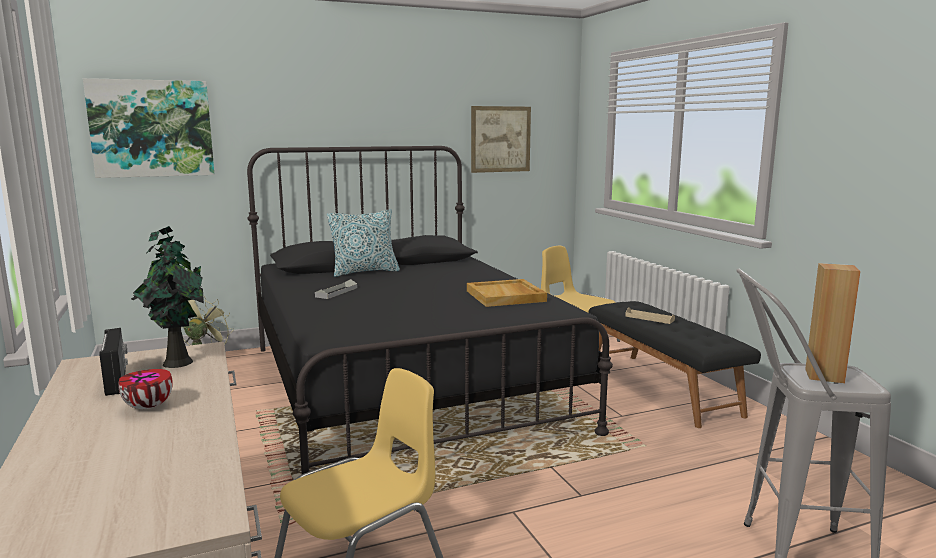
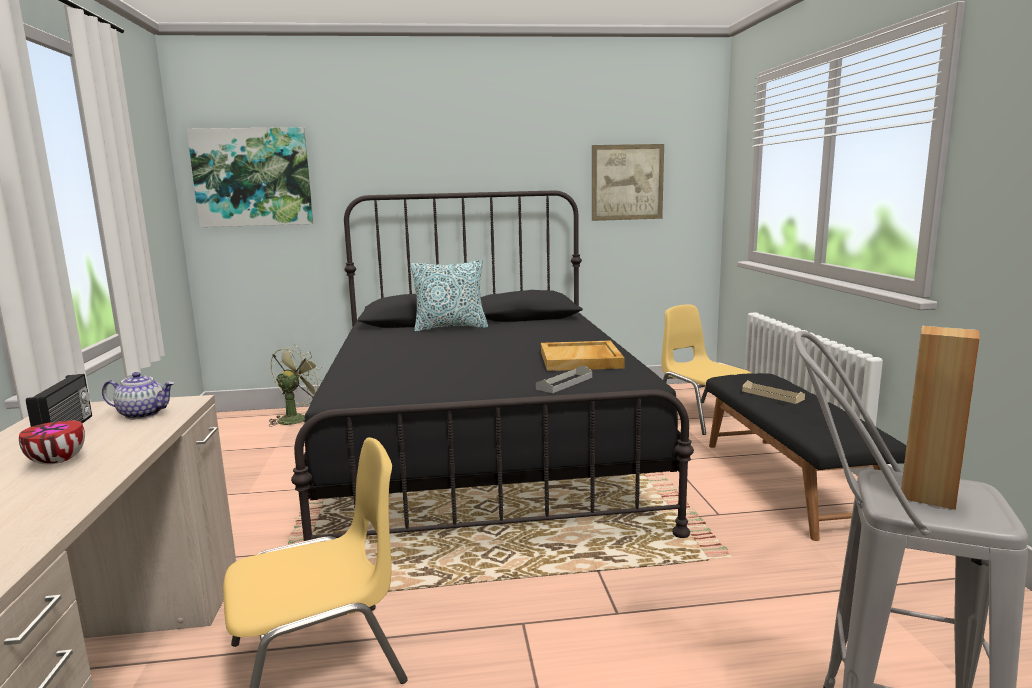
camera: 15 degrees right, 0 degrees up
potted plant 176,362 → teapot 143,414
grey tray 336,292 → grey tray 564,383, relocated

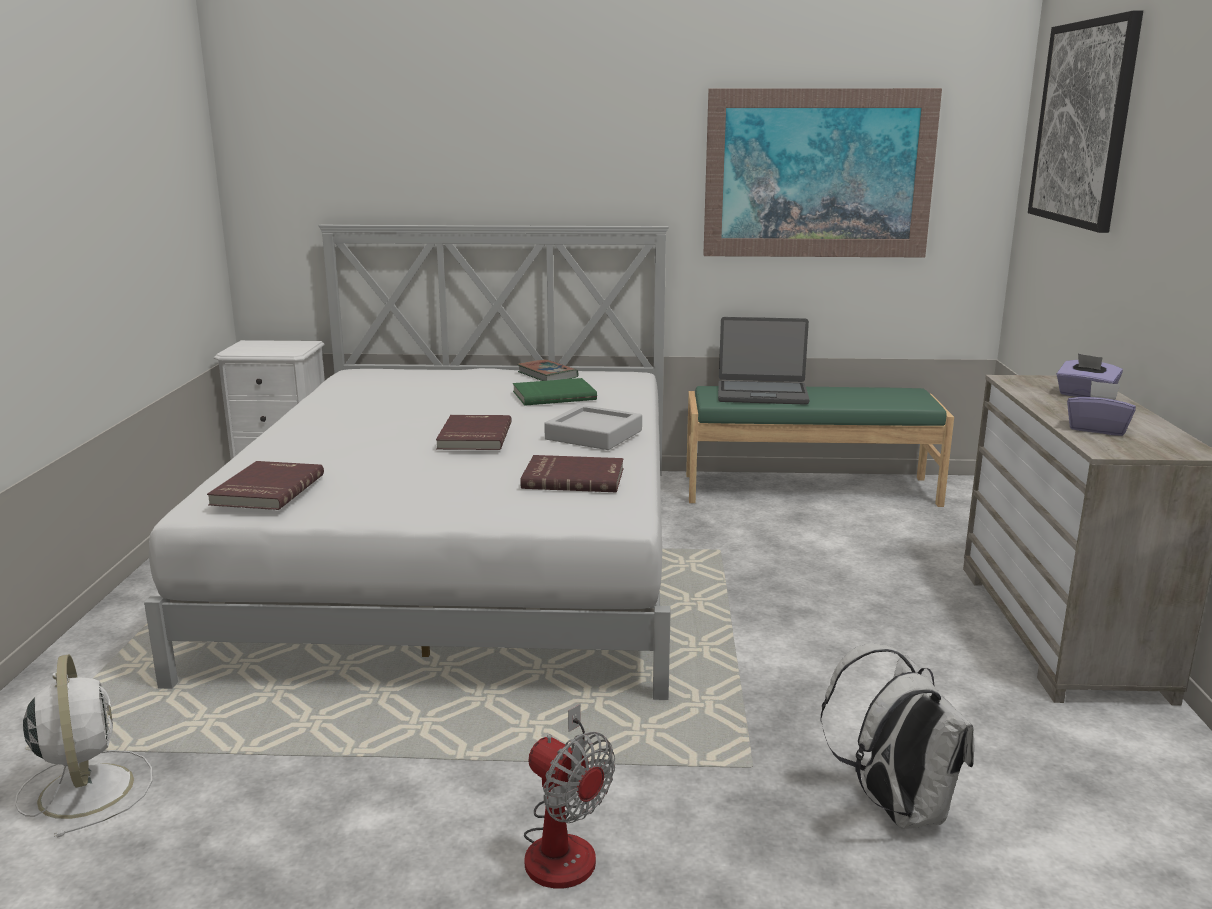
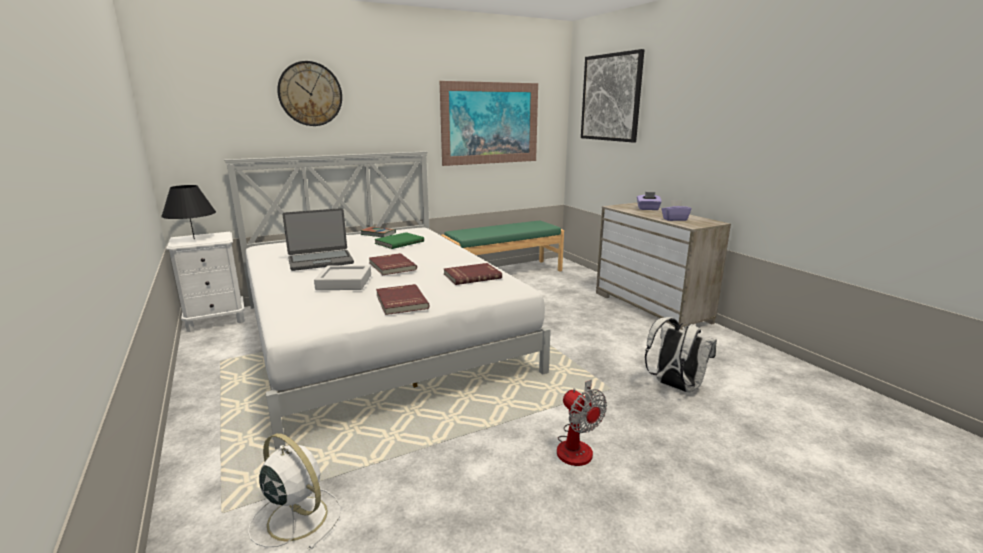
camera: 30 degrees left, 0 degrees up
laptop 762,394 → laptop 320,261, relocated
grey tray 594,435 → grey tray 344,282, relocated
red book 266,489 → red book 400,301, relocated
fan 564,843 → fan 577,445, 45 degrees clockwise
- → wall clock 310,94
- → black table lamp 194,239

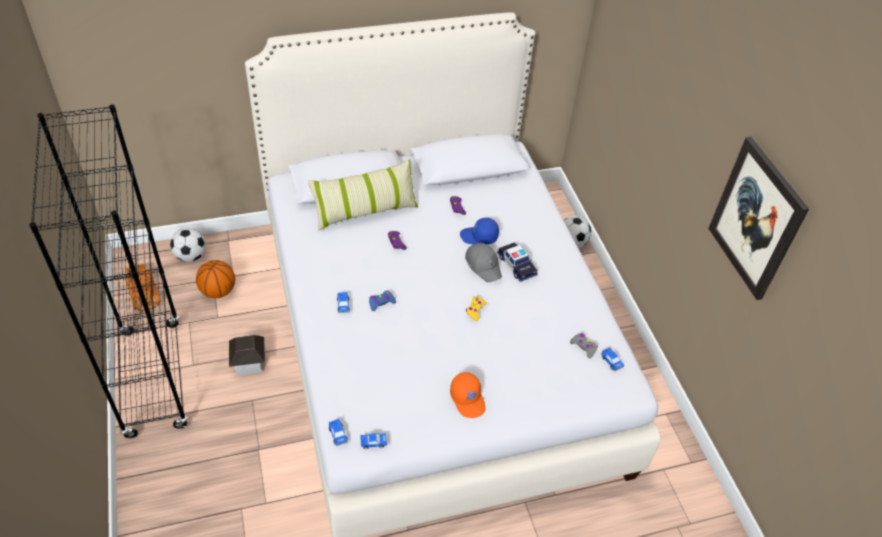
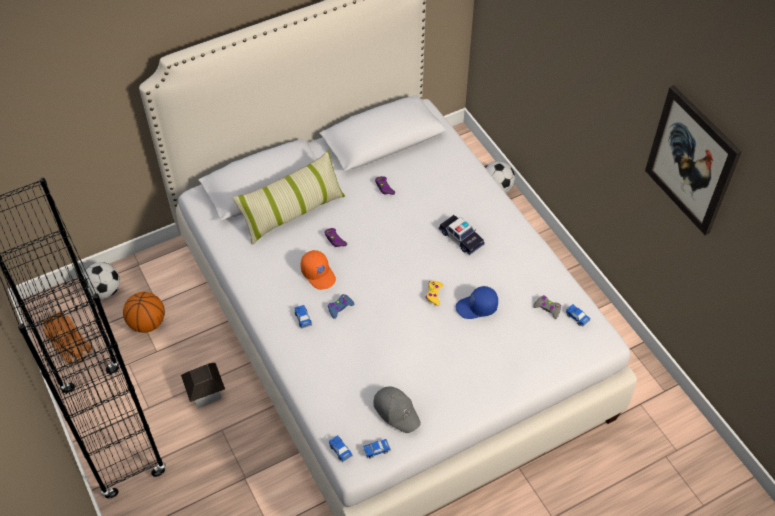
camera: 10 degrees left, 5 degrees up
blue cap 479,237 → blue cap 477,307, relocated
grey cap 483,265 → grey cap 396,411, relocated
orange cap 468,399 → orange cap 319,274, relocated

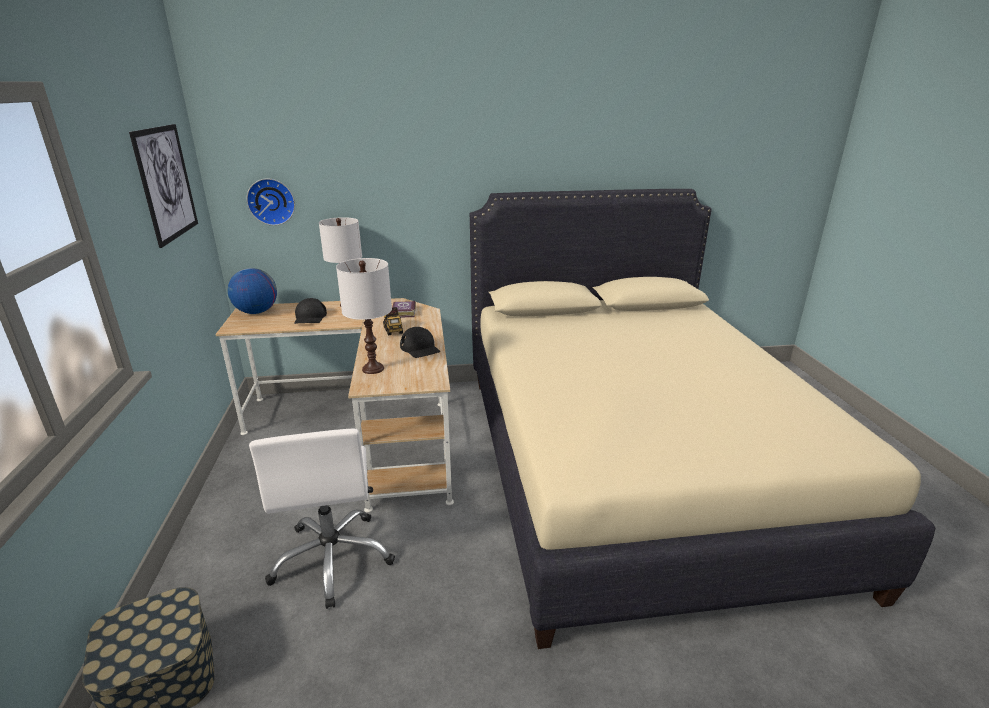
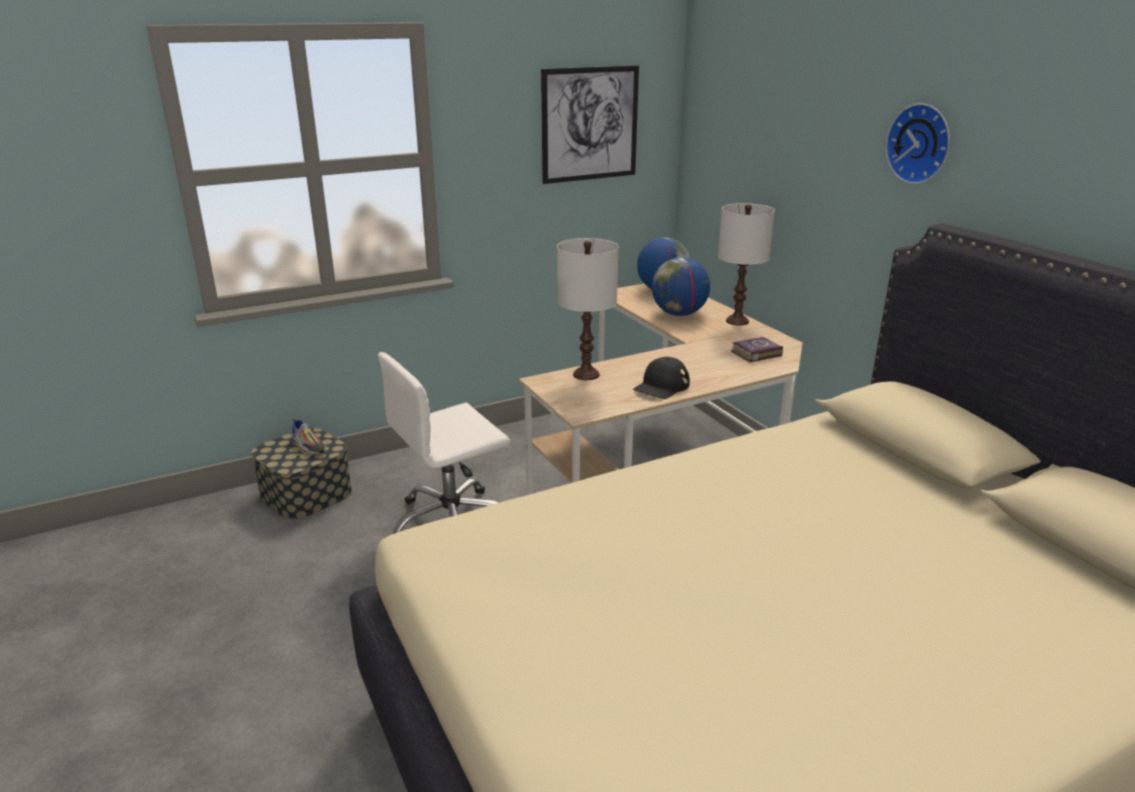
camera: 70 degrees right, 0 degrees up
wall clock 271,201 → wall clock 921,143, relocated
black cap 310,317 → globe 679,314
toy truck 393,330 → -
- → shoe 308,446

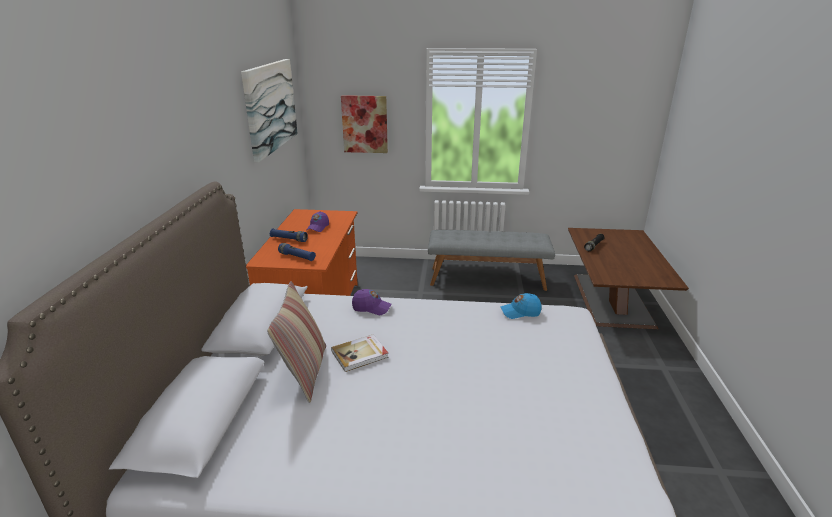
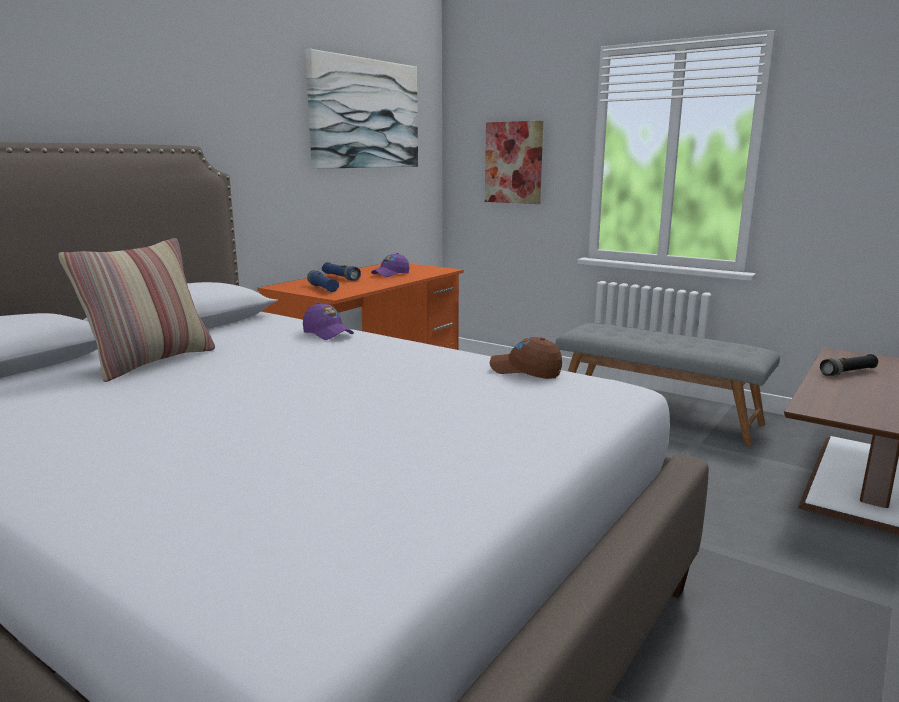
camera: 30 degrees right, 10 degrees down
blue cap 520,312 → brown cap 525,371
book 360,354 → -

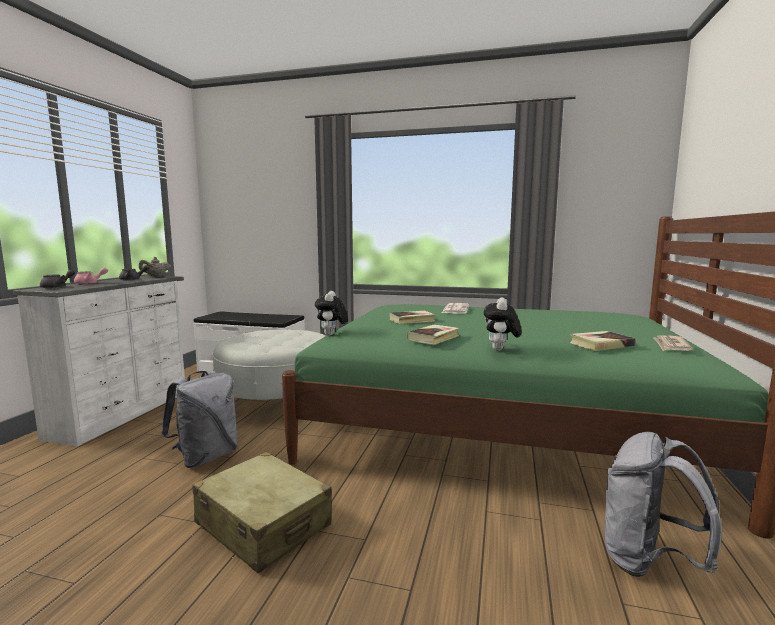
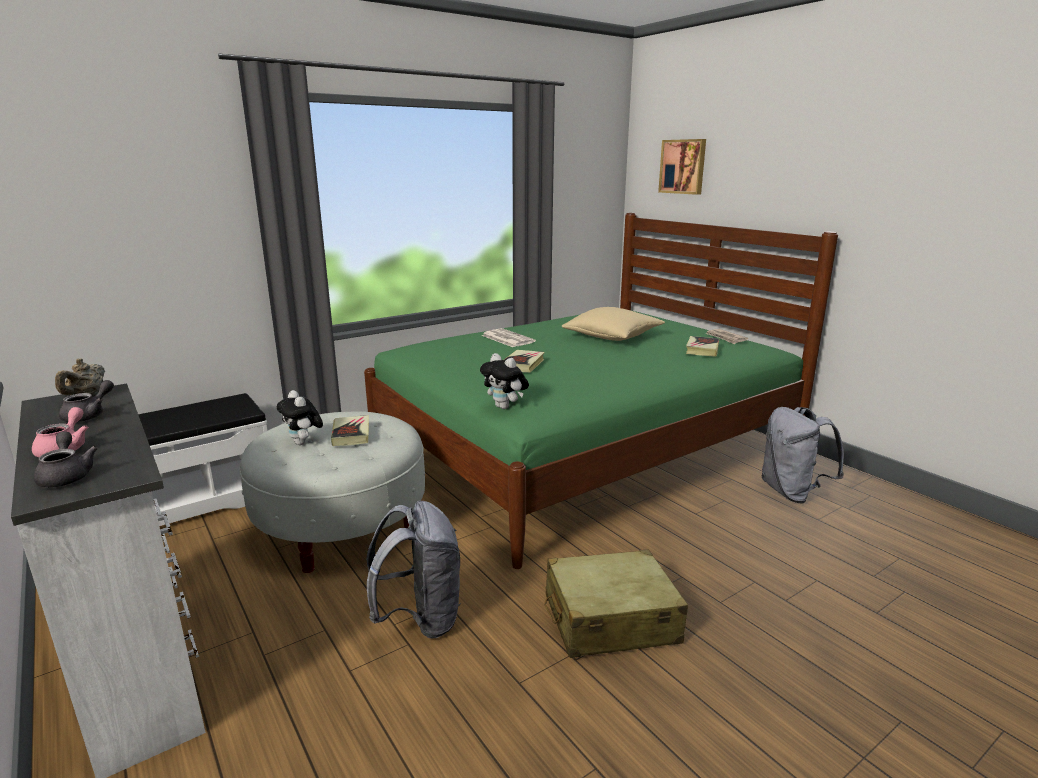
camera: 50 degrees left, 10 degrees up
plush toy 500,350 → plush toy 303,443, relocated
book 433,338 → book 351,434, relocated
- → picture 683,166
- → beige pillow 612,336

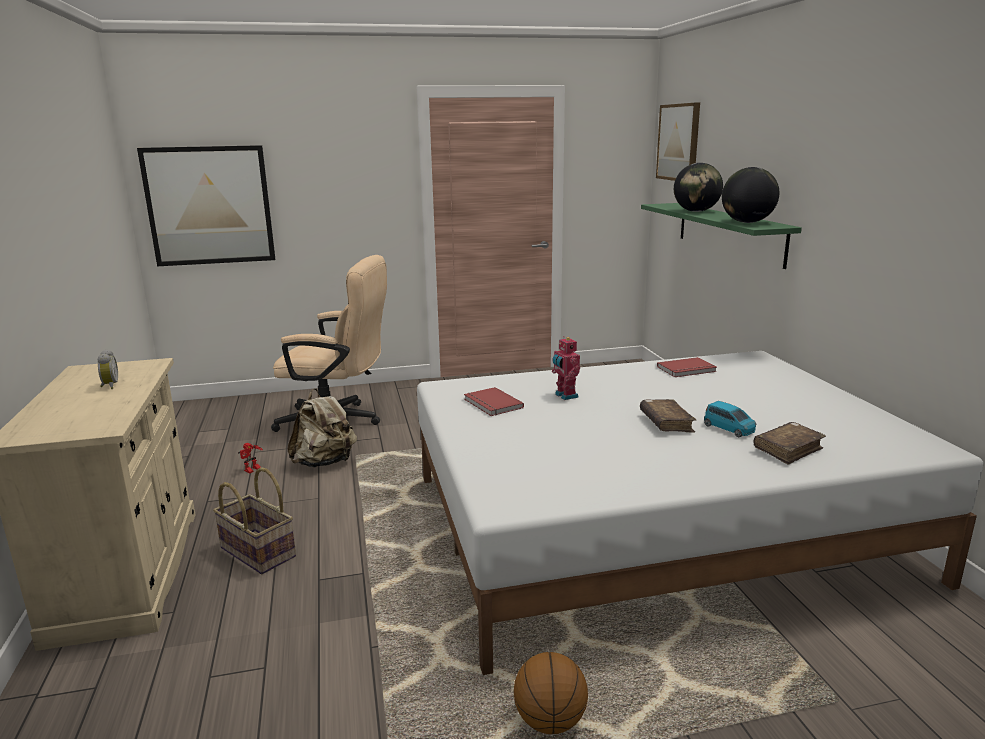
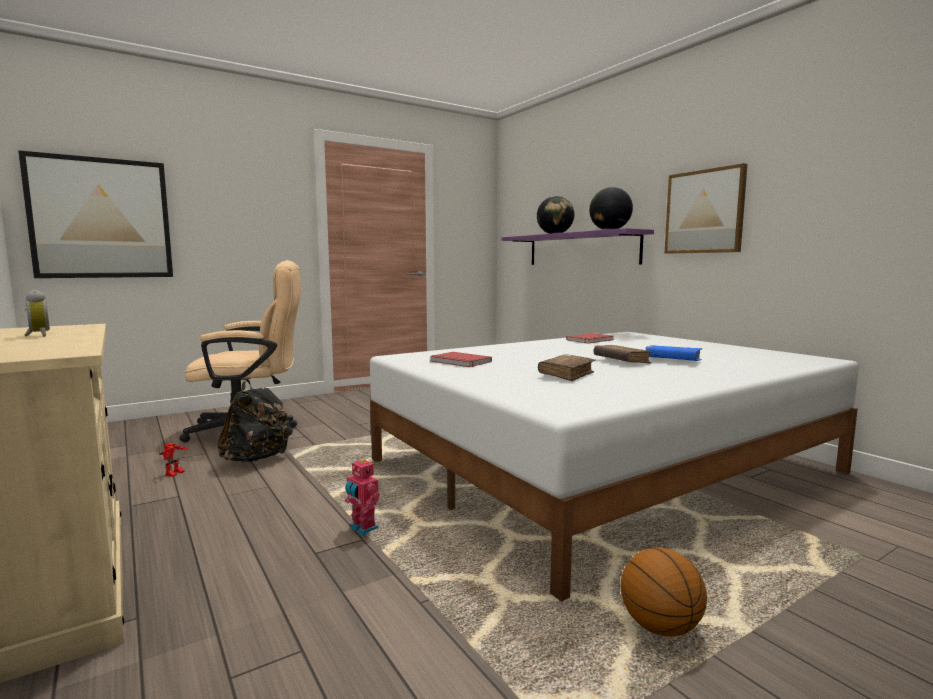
camera: 20 degrees left, 10 degrees down
picture 679,142 → picture 704,212, relocated
green shelf 729,232 → purple shelf 581,249
toy robot 565,396 → toy robot 362,529, relocated
beige backpack 325,462 → black backpack 257,459
blue toy car 729,429 → blue book 672,360
brown book 788,450 → brown book 566,375, relocated
basket 256,552 → -

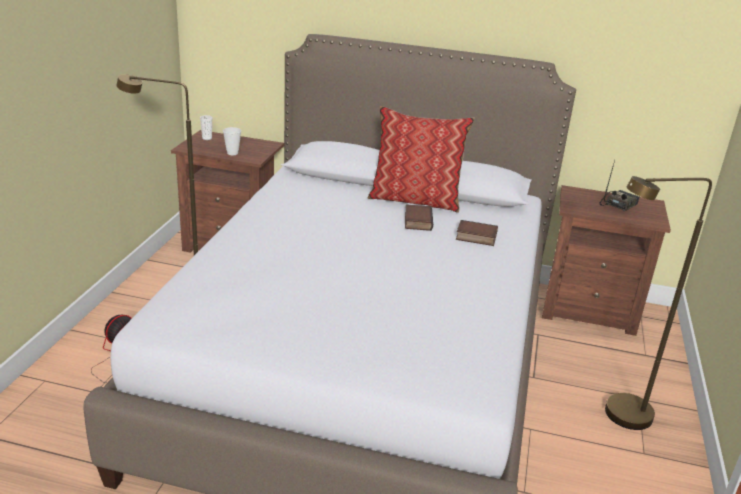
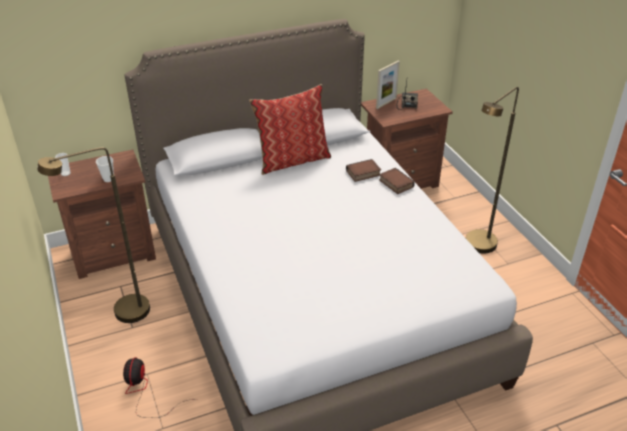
camera: 35 degrees left, 10 degrees up
book 417,221 → book 395,183, relocated
- → picture frame 386,103

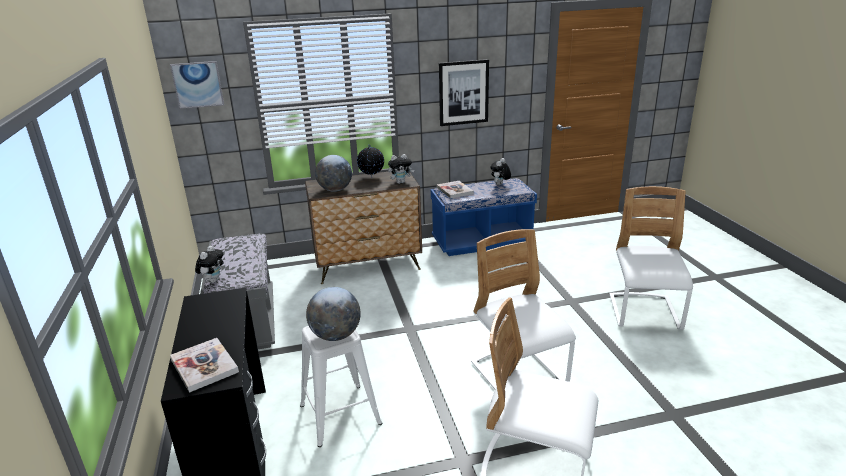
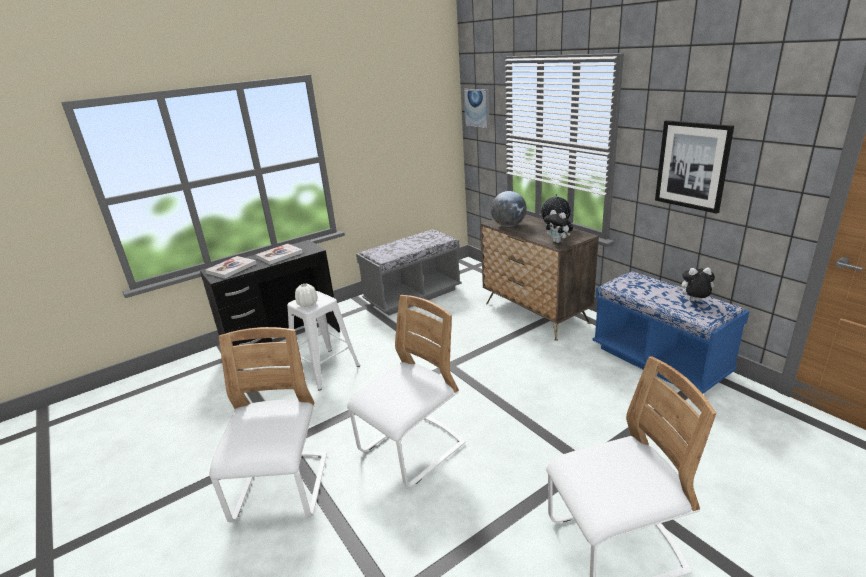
camera: 70 degrees right, 0 degrees up
book 454,190 → book 279,255, relocated
plush toy 213,280 → -
globe 335,336 → white vase 307,304

